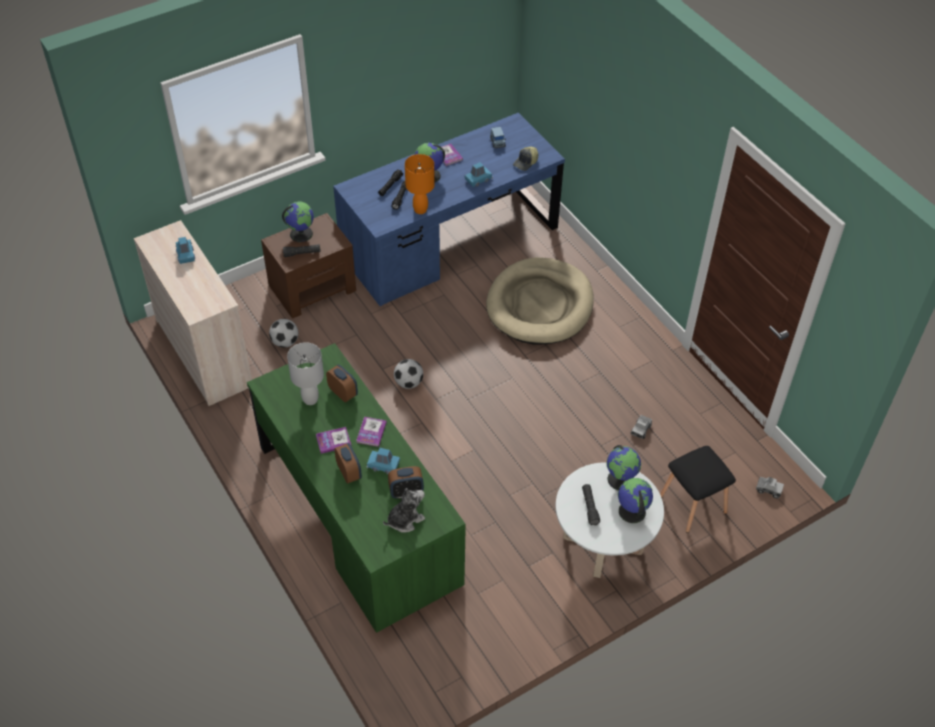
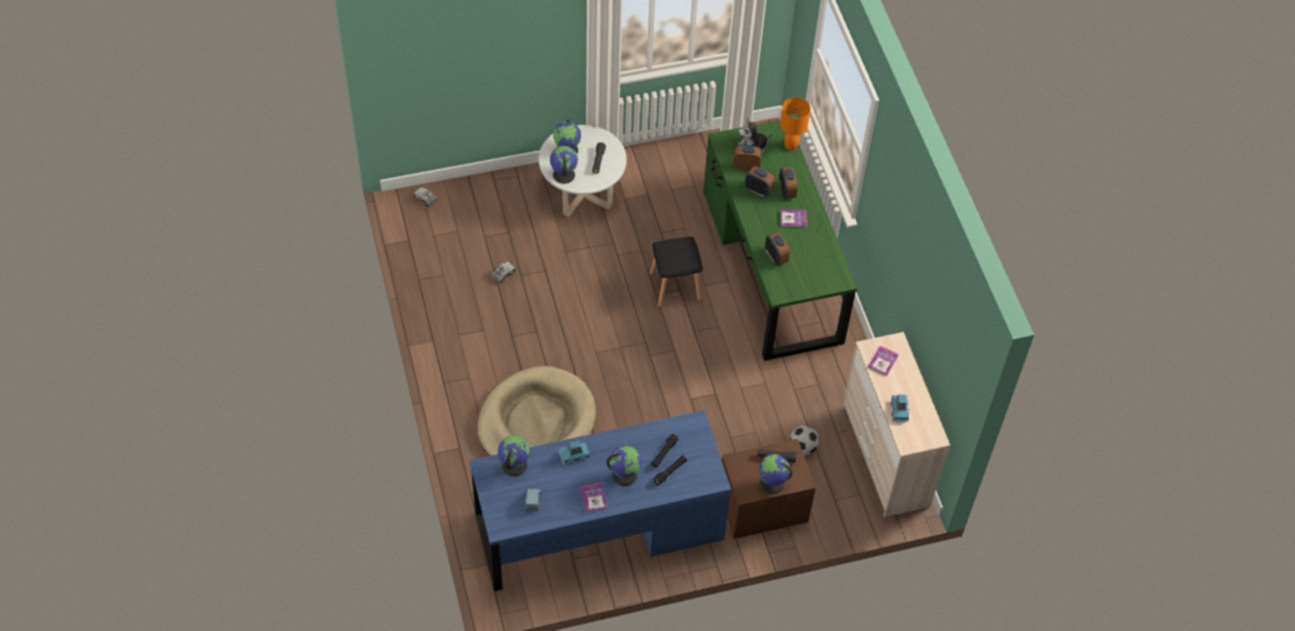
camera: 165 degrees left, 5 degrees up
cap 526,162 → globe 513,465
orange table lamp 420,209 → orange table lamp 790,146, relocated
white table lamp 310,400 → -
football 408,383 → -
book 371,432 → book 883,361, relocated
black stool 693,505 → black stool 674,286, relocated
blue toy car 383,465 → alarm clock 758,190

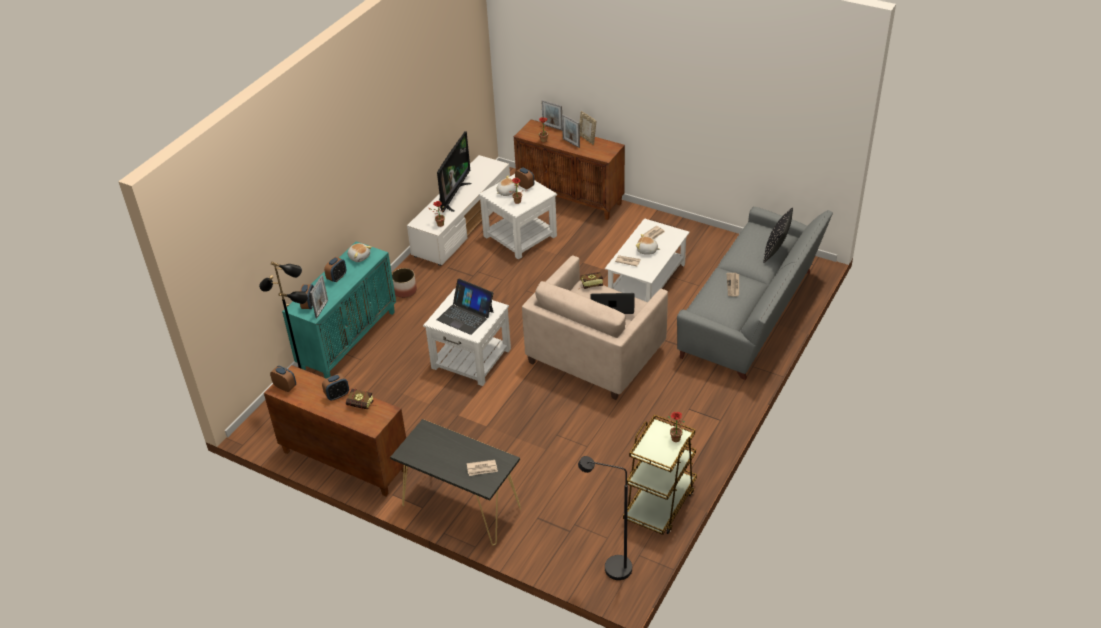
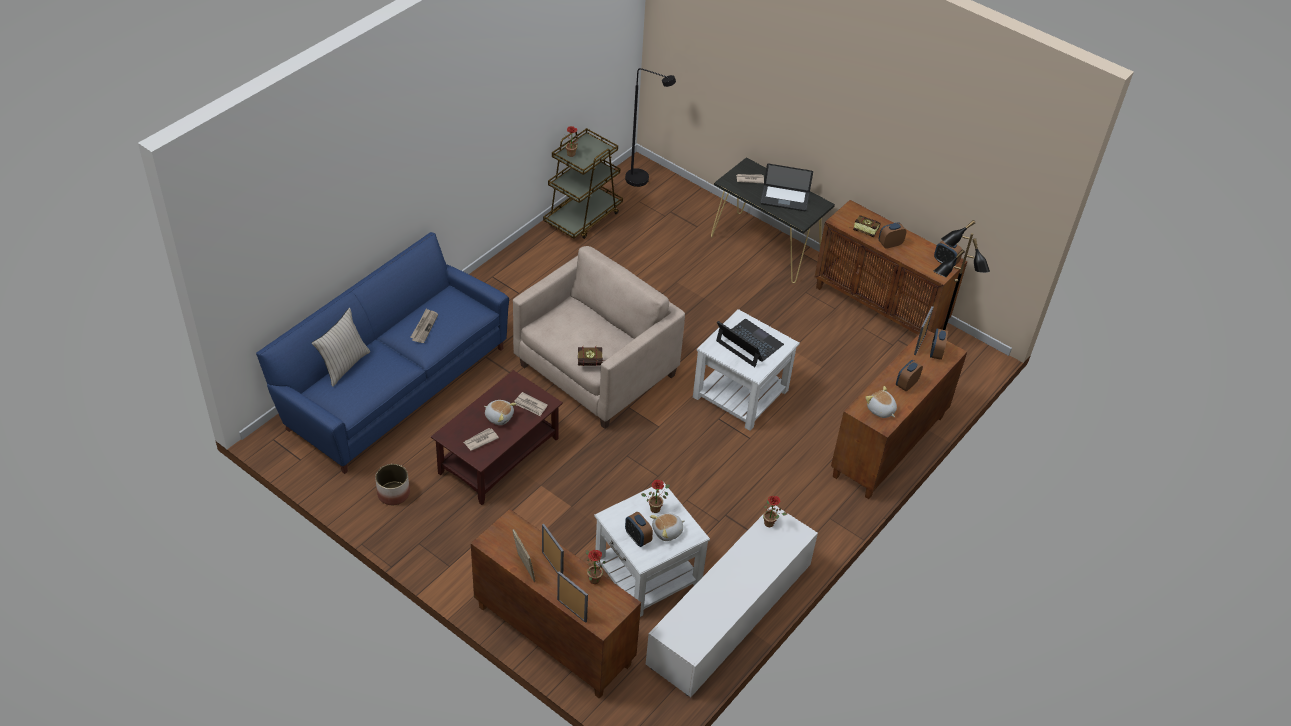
camera: 175 degrees left, 5 degrees up
television 453,196 → -
grey sofa 752,315 → blue sofa 393,384
black pillow 776,251 → beige pillow 344,365
white coffee table 647,283 → brown coffee table 499,455
turquoise cabinet 348,340 → brown cabinet 888,447
planter 405,291 → planter 393,493, relocated
laptop 612,306 → laptop 784,199, relocated

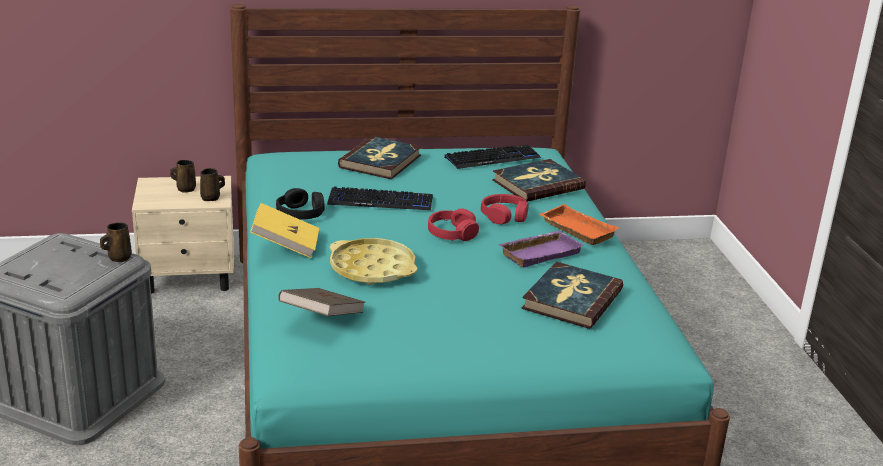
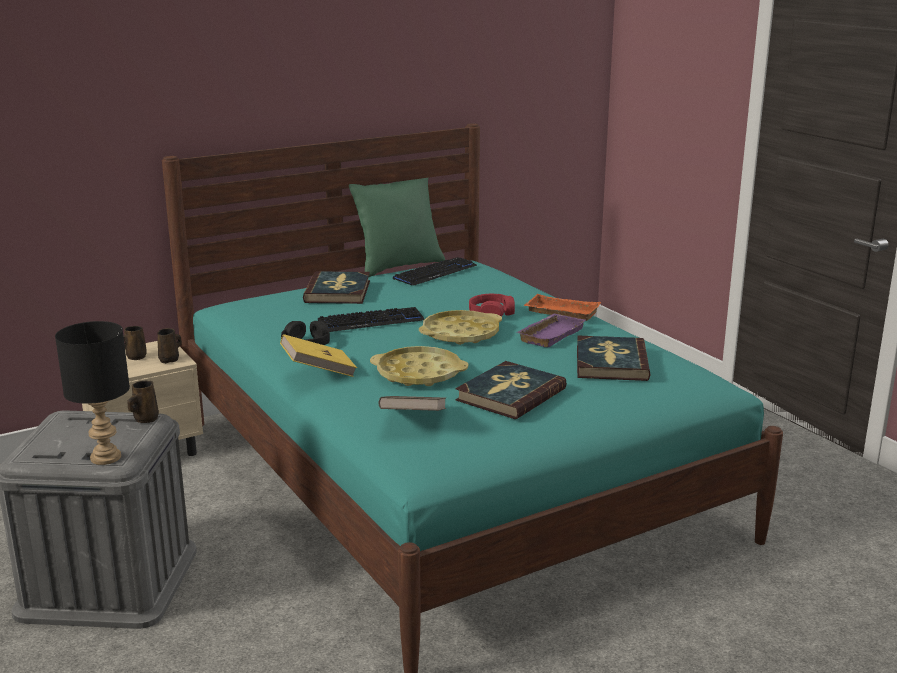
camera: 20 degrees left, 5 degrees down
book 537,184 → book 510,394, relocated
red headphones 452,233 → yellow tray 460,334
- → green pillow 398,266
- → black table lamp 107,457

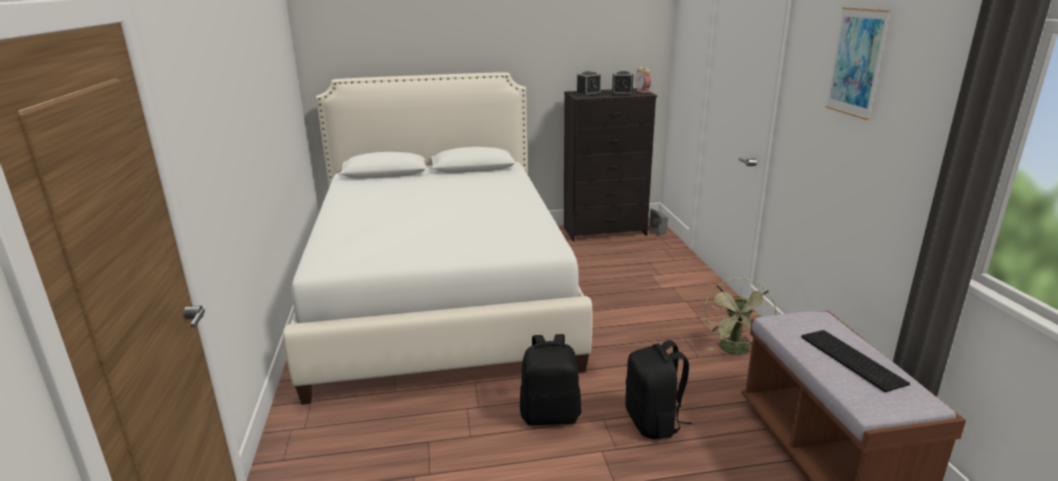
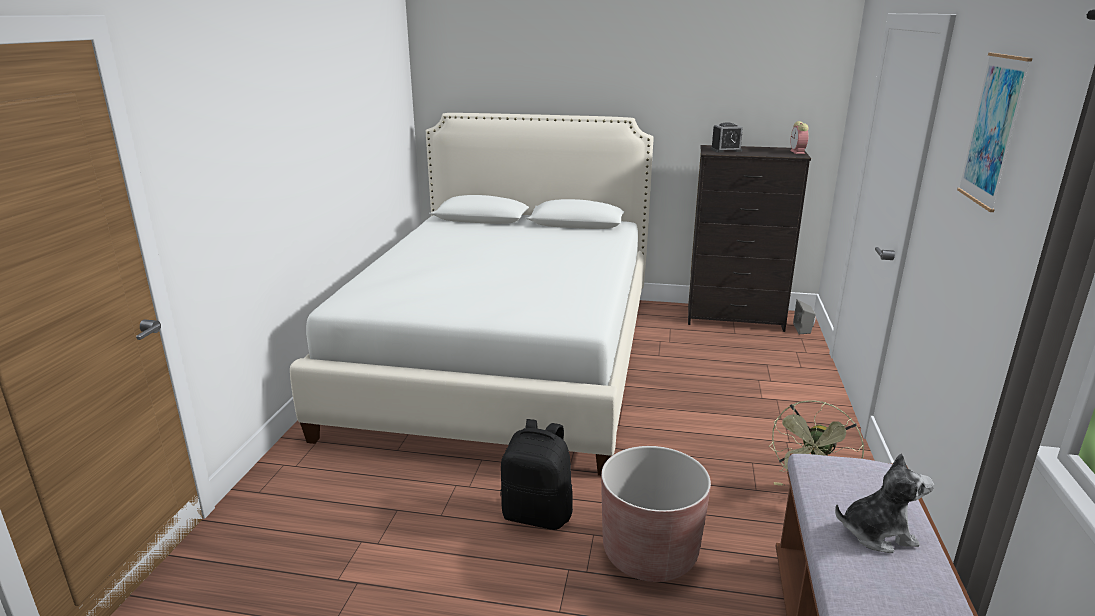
camera: 20 degrees right, 0 degrees up
alarm clock 622,93 → -
keyboard 849,359 → plush toy 877,533
black backpack 654,422 → brown planter 650,553

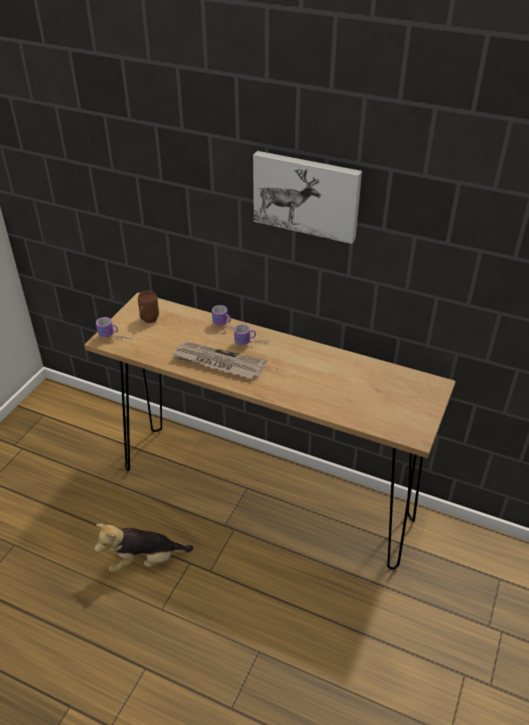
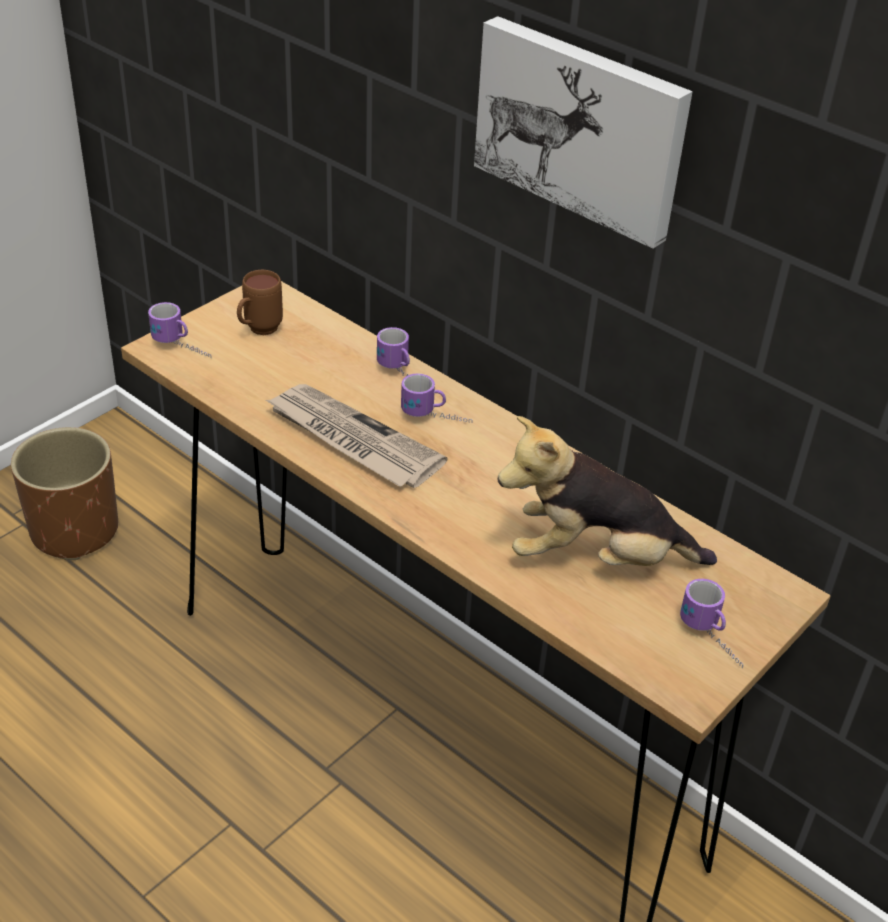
camera: 15 degrees right, 0 degrees up
plush toy 145,561 → plush toy 596,558, relocated
- → brown planter 75,531
- → mug 712,640

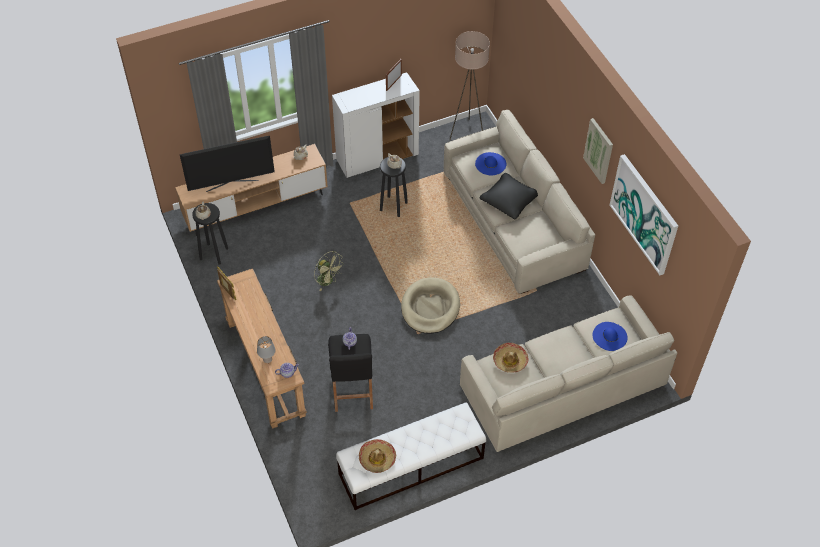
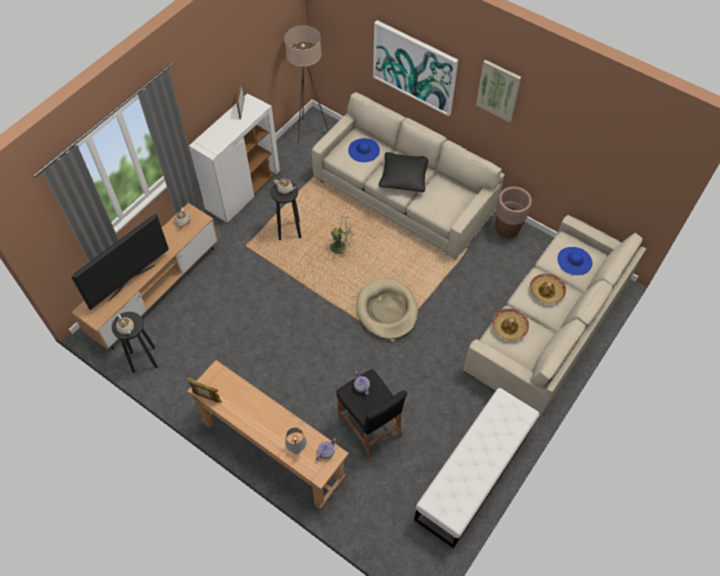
camera: 30 degrees left, 5 degrees up
picture 644,214 → picture 414,67, relocated
green fan 328,281 → green fan 342,247, relocated
hat 377,458 → hat 546,291, relocated
- → brown planter 507,230

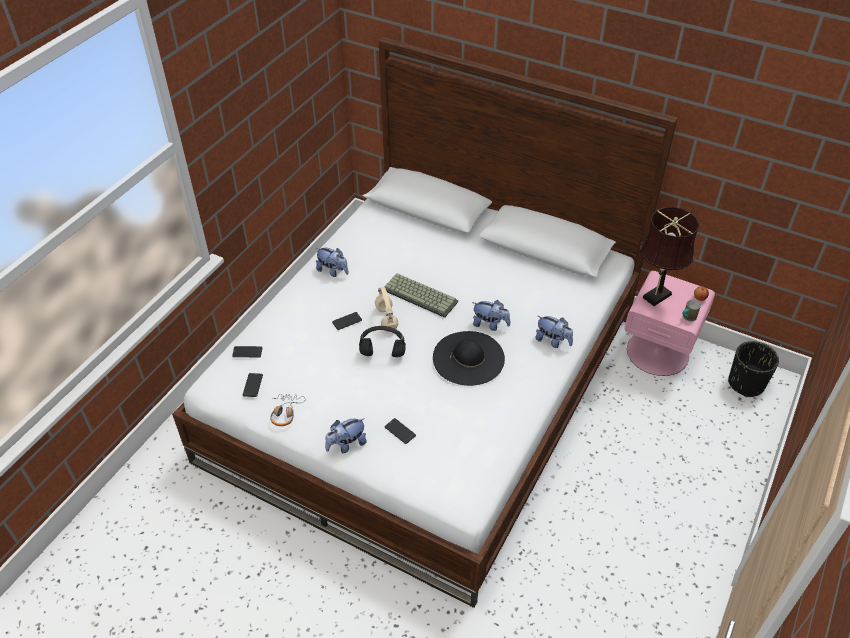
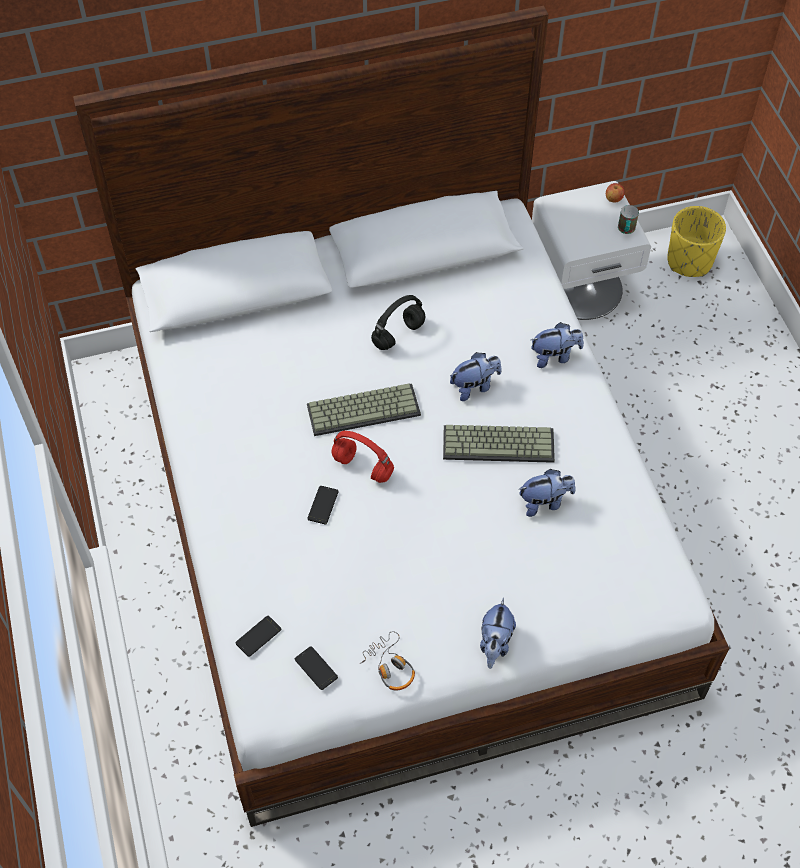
camera: 45 degrees left, 10 degrees up
brown table lamp 655,297 → -
plush toy 333,271 → plush toy 544,502, relocated
pink nightstand 658,351 → white nightstand 581,286
beige headphones 387,319 → red headphones 364,467
black headphones 382,354 → black headphones 398,336, relocated
black hat 468,358 → keyboard 499,443
black planter 745,384 → yellow planter 689,261
phone 400,431 → -

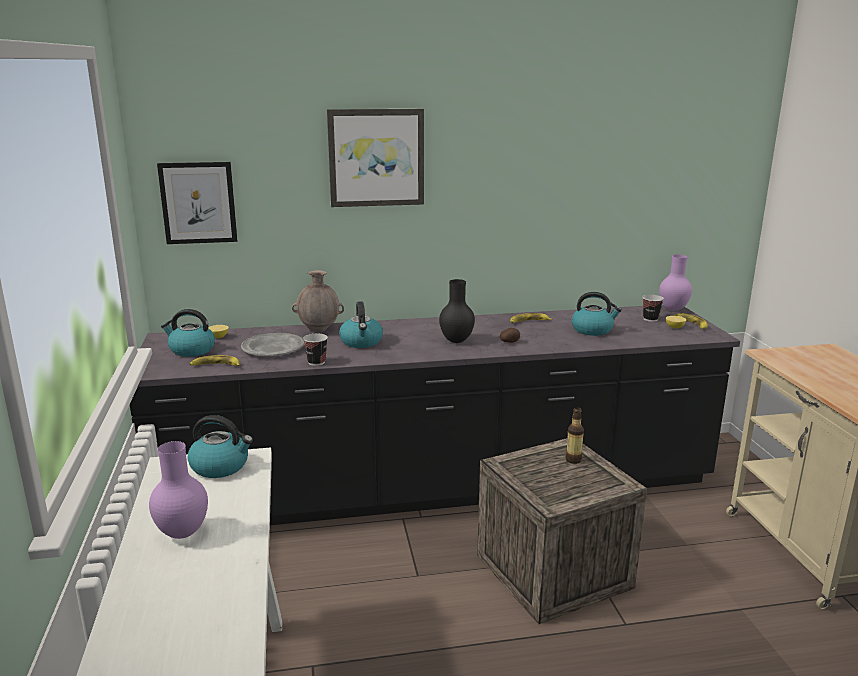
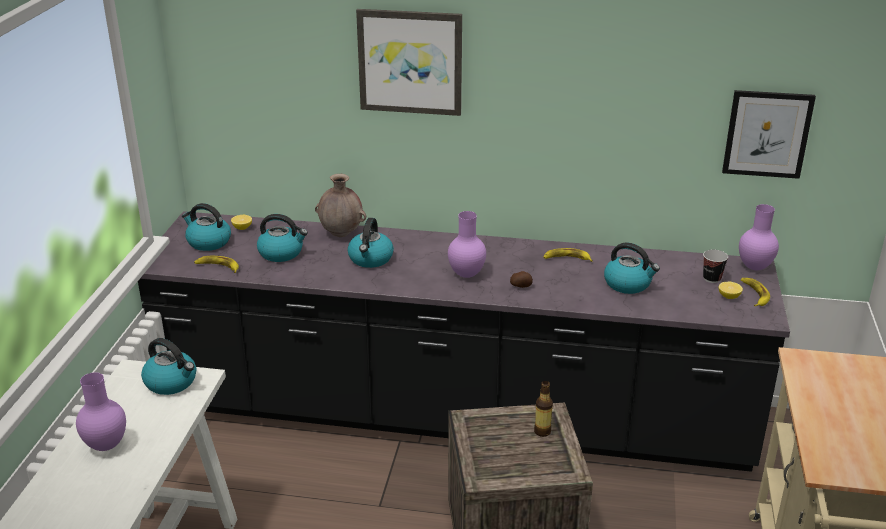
camera: 20 degrees right, 10 degrees up
picture 198,203 → picture 767,134, relocated
black vase 457,341 → purple vase 466,275
grey plate 272,348 → kettle 281,253
cup 316,362 → -

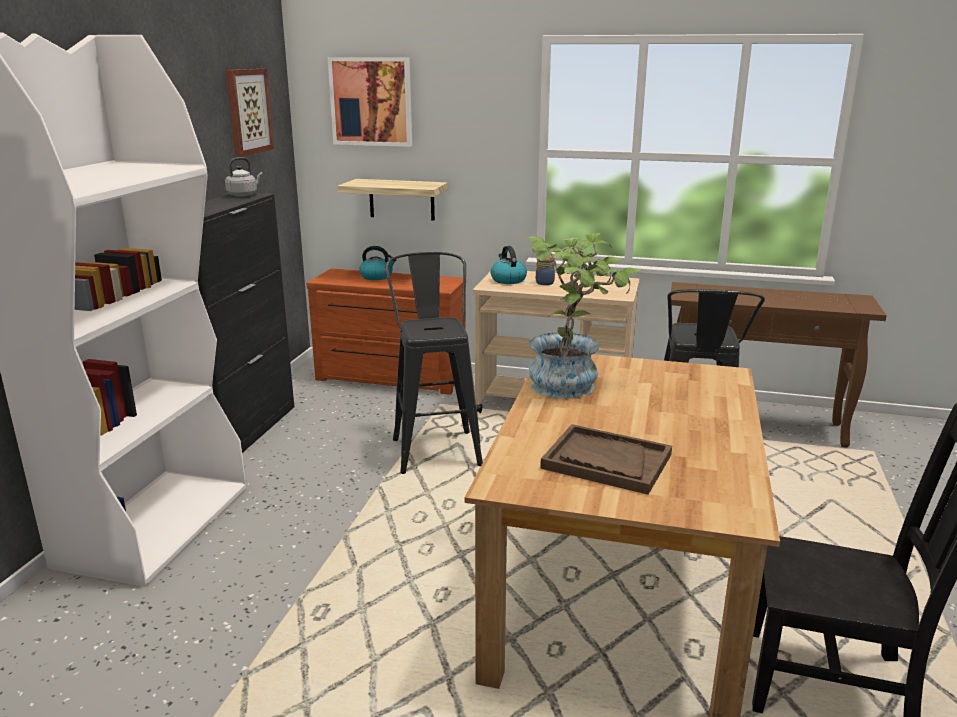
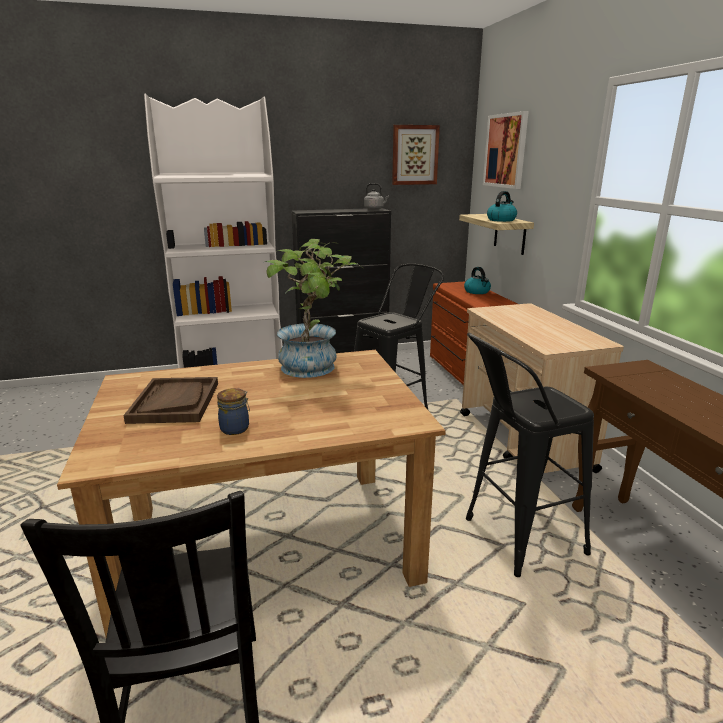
camera: 60 degrees right, 0 degrees up
kettle 508,280 → kettle 501,220, relocated
jar 544,282 → jar 236,428, relocated

